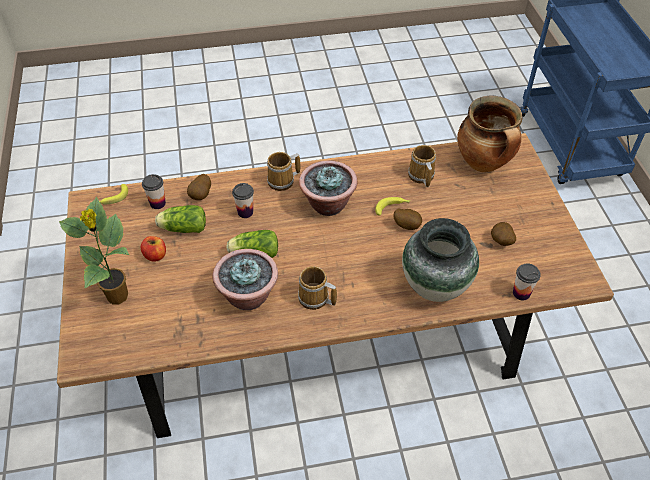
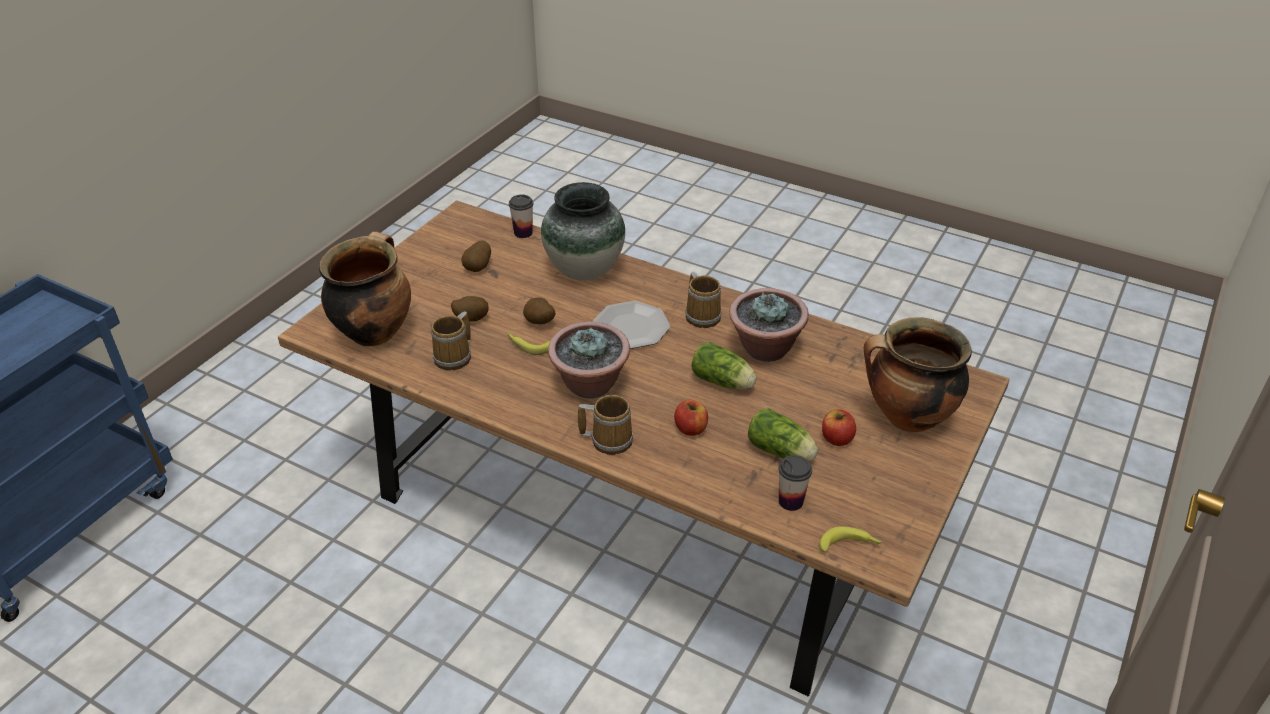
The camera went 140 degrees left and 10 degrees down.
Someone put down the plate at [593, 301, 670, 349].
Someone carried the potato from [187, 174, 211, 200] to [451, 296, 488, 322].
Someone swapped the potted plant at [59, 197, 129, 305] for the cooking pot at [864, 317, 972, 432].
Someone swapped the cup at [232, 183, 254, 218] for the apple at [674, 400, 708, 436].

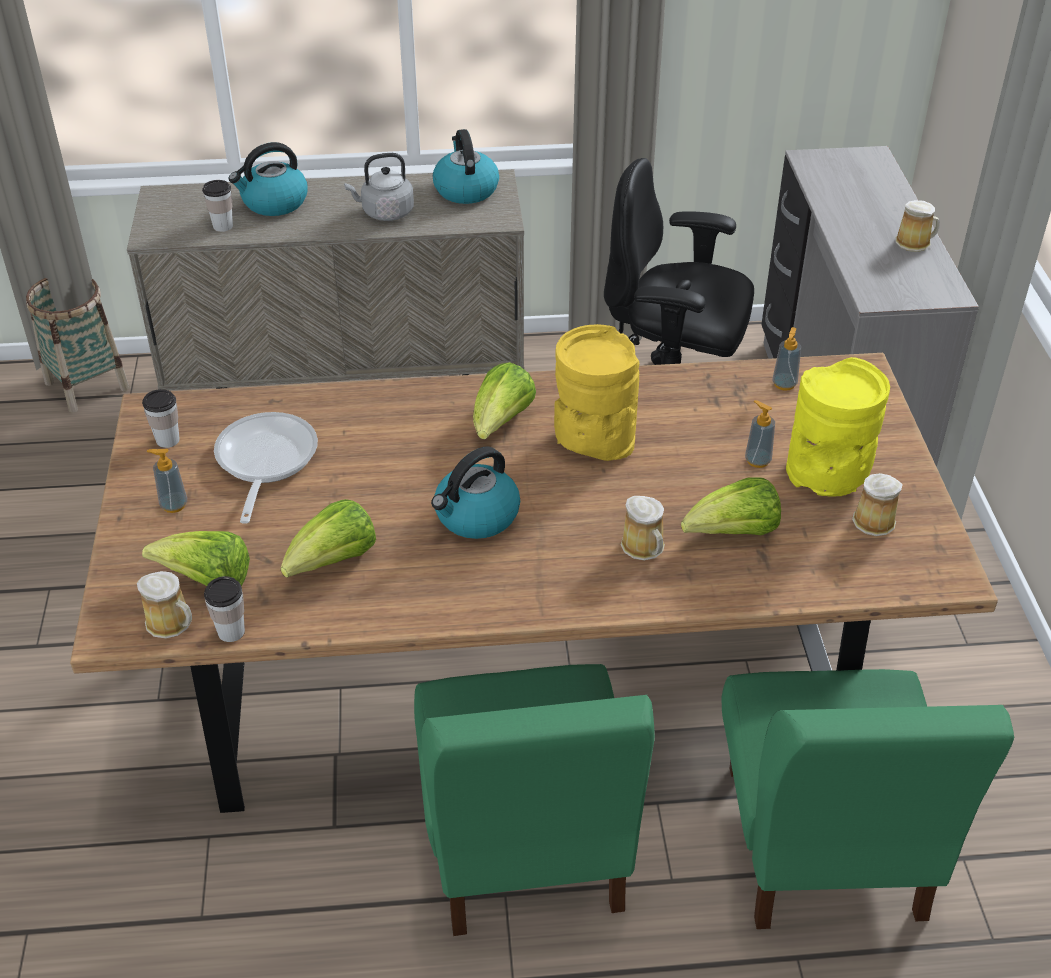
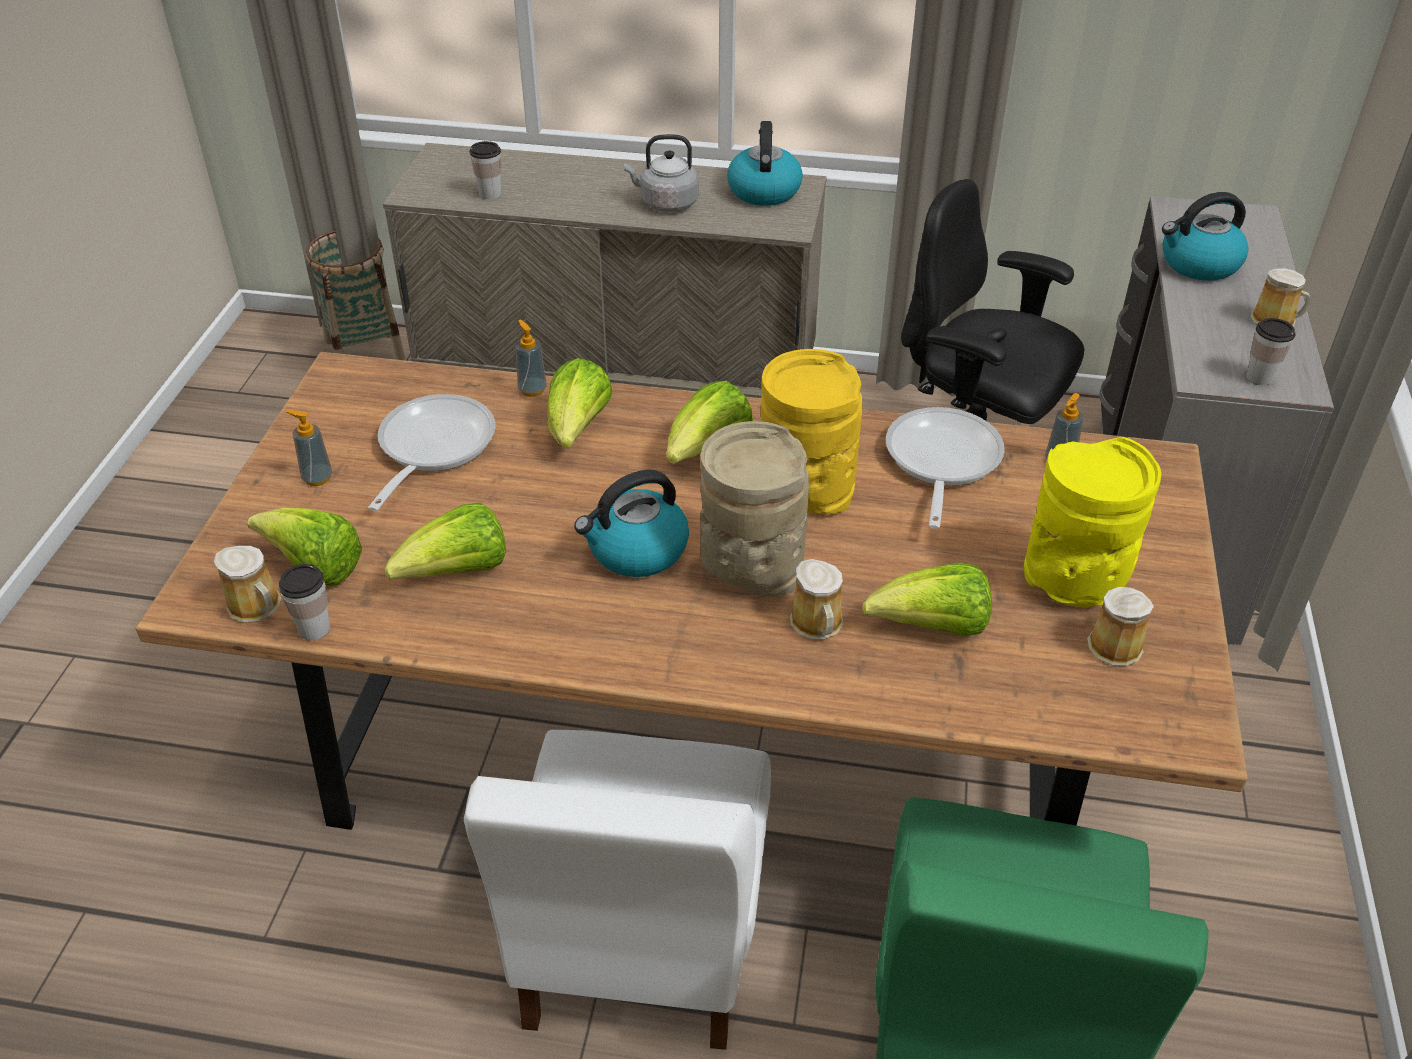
The camera went 15 degrees right and 0 degrees up.
Someone put down the lettuce at [547, 358, 612, 448].
Someone put down the beige vase at [700, 421, 809, 596].
Someone put down the frying pan at [886, 407, 1005, 529].
Someone carried the cup from [142, 389, 180, 448] to [1246, 318, 1296, 385].
Someone carried the kettle from [229, 142, 308, 216] to [1162, 192, 1248, 281].
Someone carried the soap dispenser from [745, 400, 775, 468] to [516, 320, 547, 397].
Someone repainted the green chair at [414, 664, 655, 936], which became the white chair at [464, 730, 771, 1050].

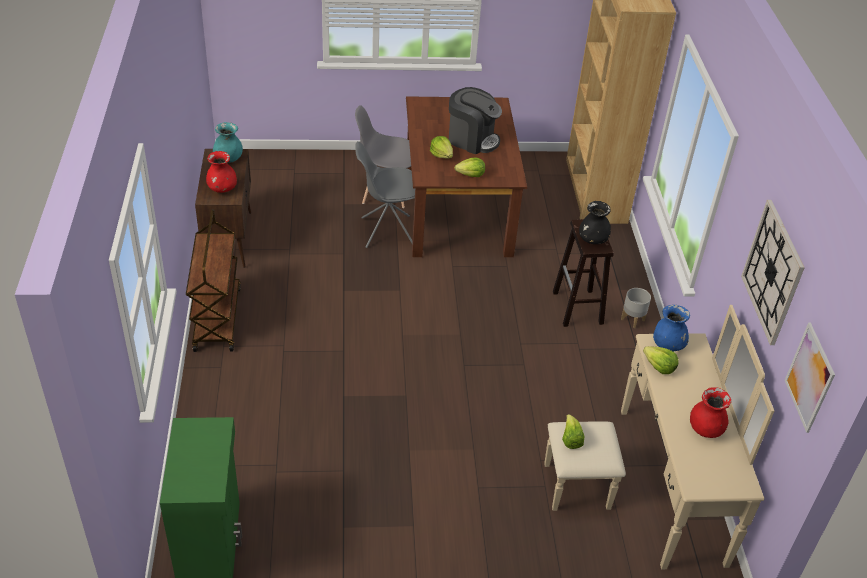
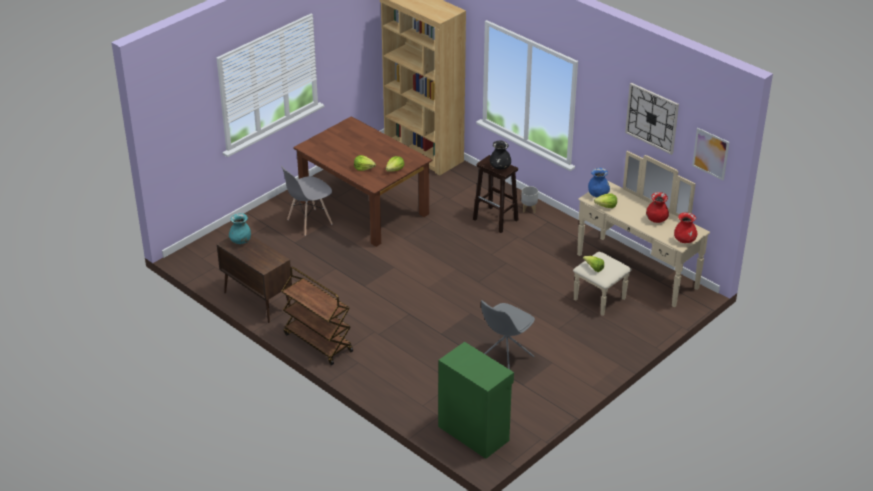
The camera went 40 degrees left and 5 degrees down.
Someone took away the coffee machine at [449, 87, 502, 154].
Someone carried the red vase from [206, 151, 237, 193] to [674, 212, 697, 243].
Someone carried the grey chair from [355, 141, 415, 248] to [481, 300, 535, 369].

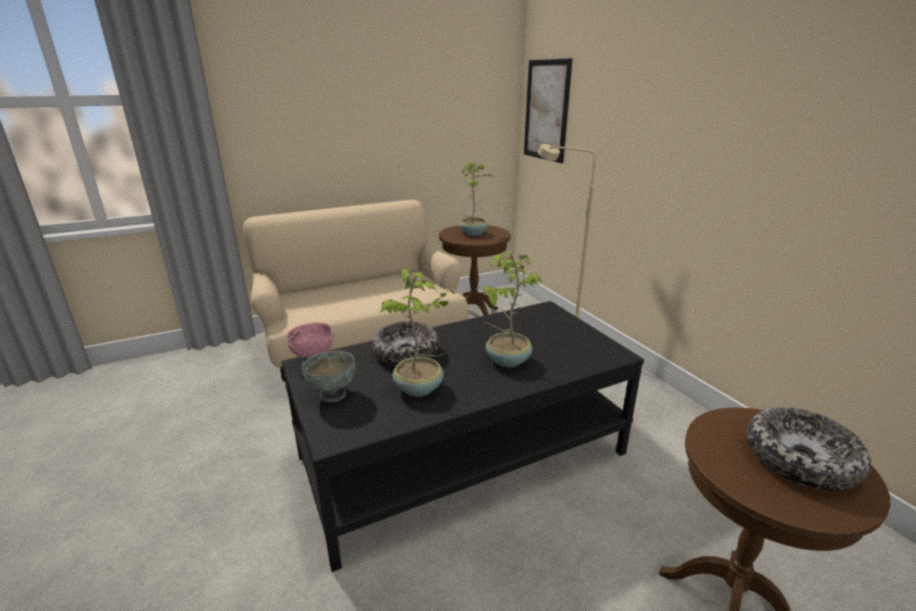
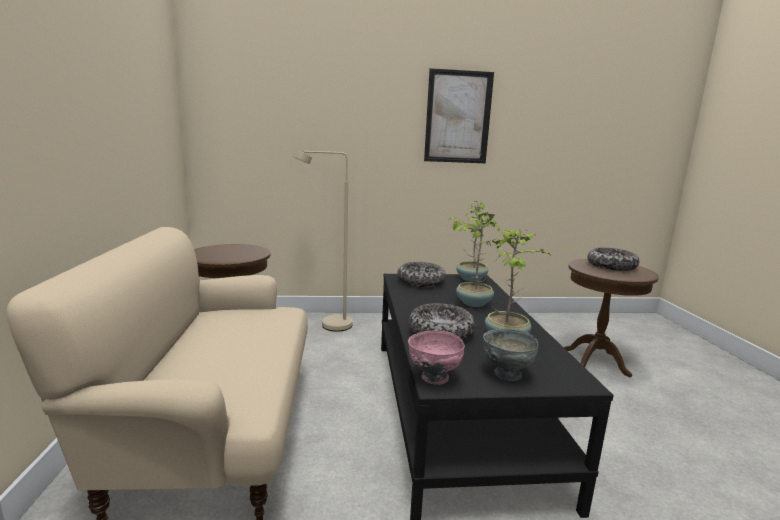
The camera went 70 degrees left and 10 degrees down.
Someone put down the bowl at [397, 262, 446, 287].
Someone carried the potted plant from [460, 161, 494, 236] to [449, 201, 497, 282].
Someone carried the picture from [524, 58, 573, 163] to [424, 68, 494, 163].

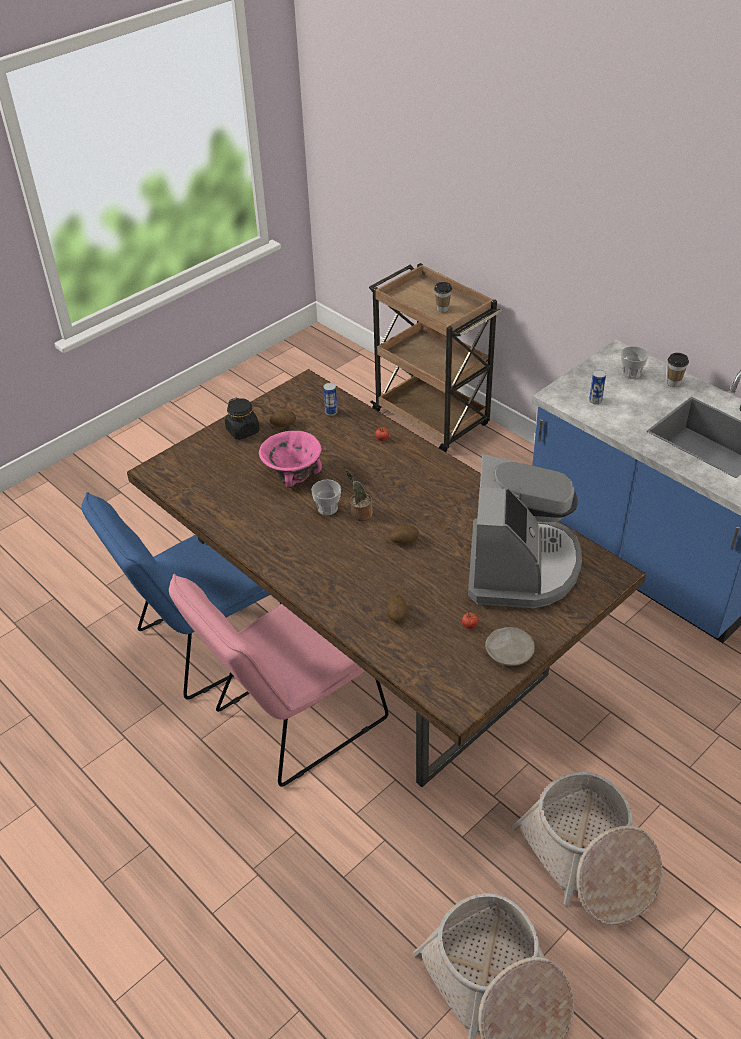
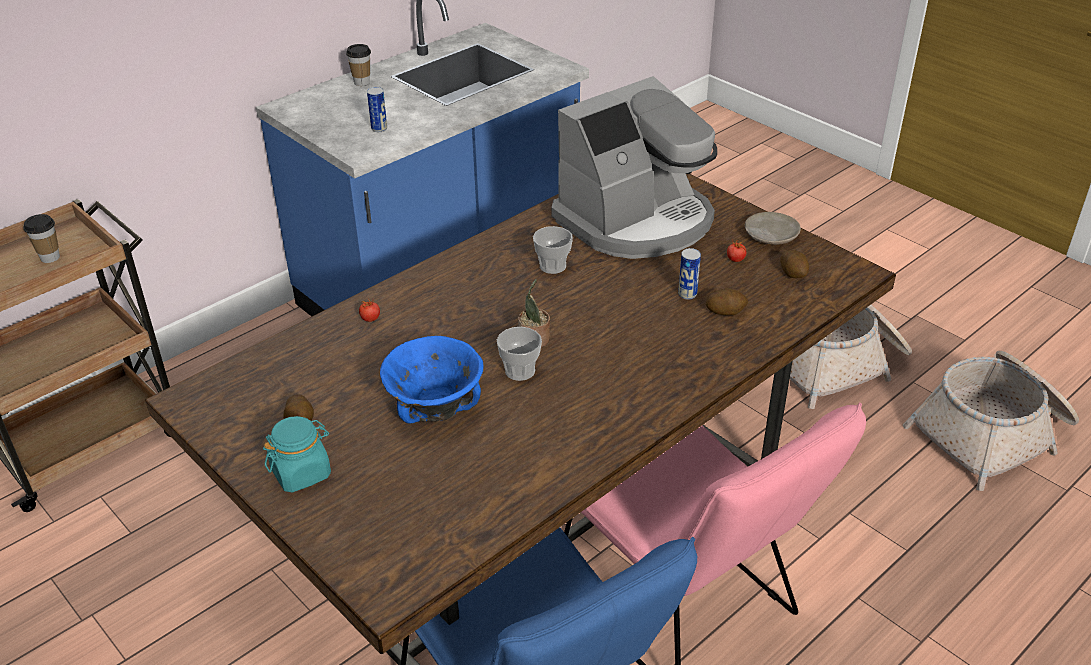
The camera went 90 degrees left and 5 degrees down.
Someone carried the can from [323, 383, 338, 416] to [678, 248, 701, 300].
Someone carried the potato from [389, 525, 419, 544] to [780, 249, 809, 278].
Someone carried the cup from [621, 346, 649, 379] to [533, 226, 573, 274].
Someone repainted the black jar at [225, 398, 260, 440], which became the turquoise jar at [263, 416, 331, 493].
Someone repainted the pink bowl at [259, 431, 322, 488], which became the blue bowl at [380, 336, 483, 424].
Someone rotated the coffee machine at [468, 454, 582, 608] by 135 degrees clockwise.

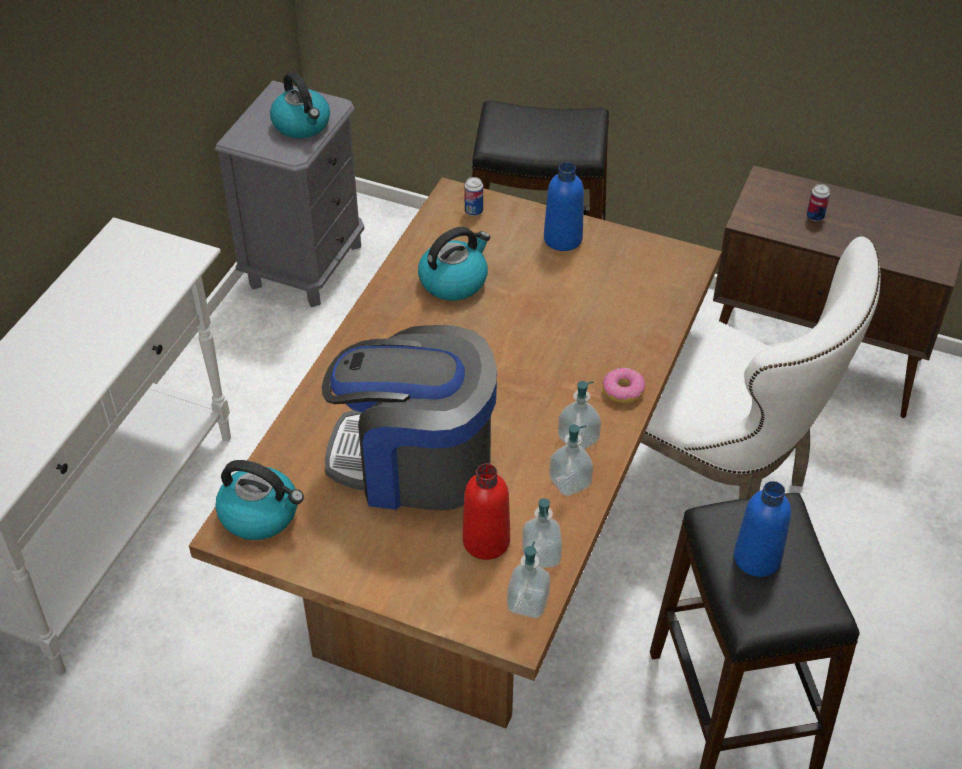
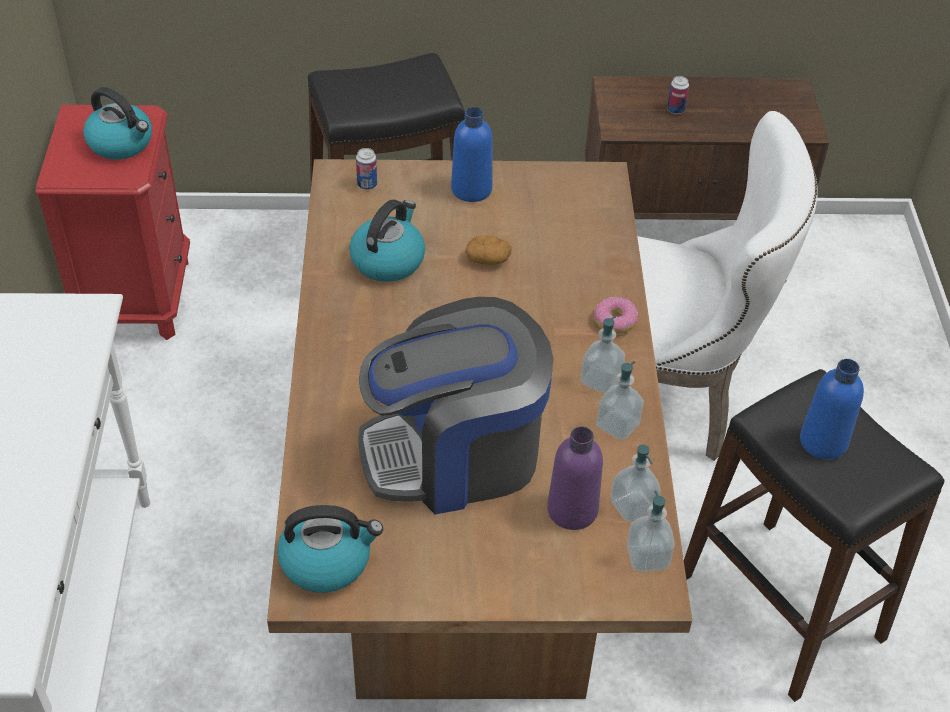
The camera went 25 degrees left and 0 degrees up.
Someone put down the potato at [465, 235, 512, 265].
Someone repainted the grey nightstand at [215, 81, 364, 307], which became the red nightstand at [36, 105, 190, 340].
Someone repainted the red bottle at [463, 464, 510, 560], which became the purple bottle at [547, 426, 603, 530].

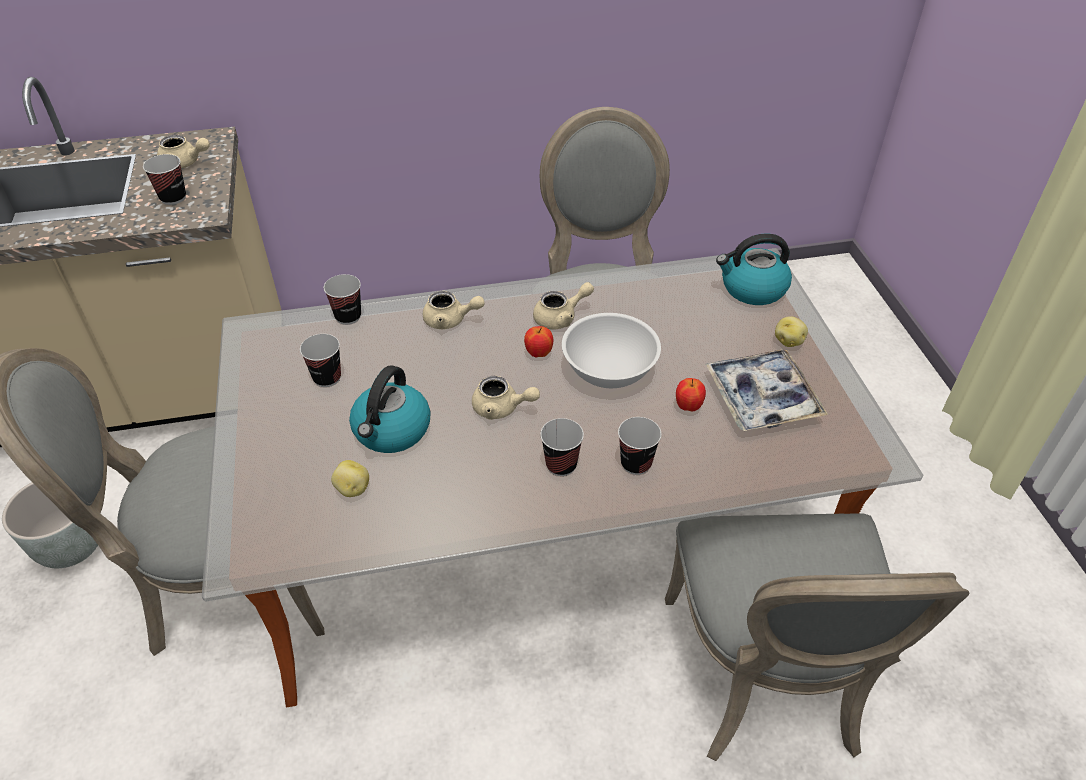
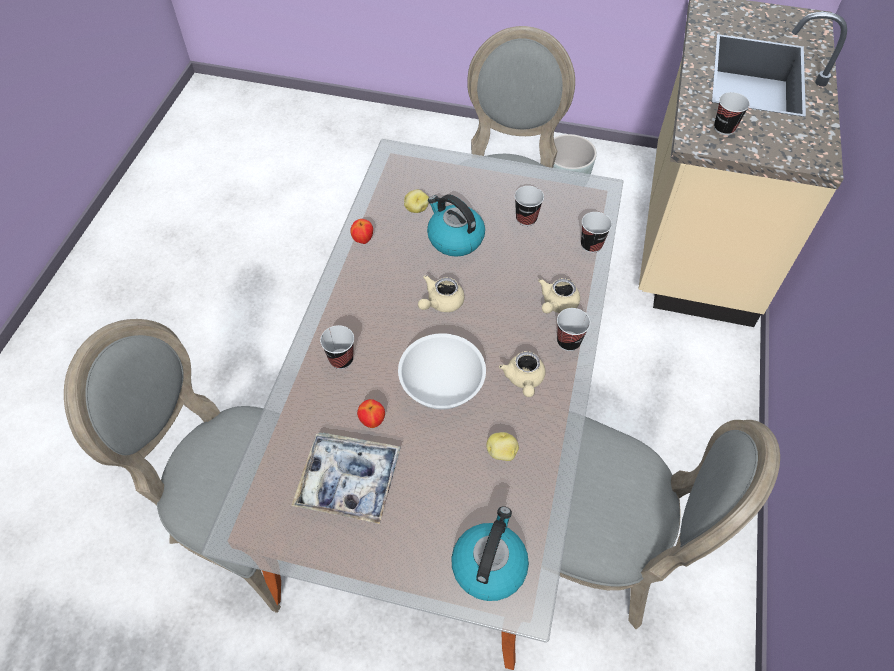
The camera went 115 degrees right and 10 degrees up.
Someone took away the beige teapot at [157, 135, 210, 169].
Someone carried the apple from [524, 326, 553, 357] to [350, 219, 373, 244].
Someone carried the cup from [540, 418, 584, 476] to [557, 308, 590, 351].
Someone carried the potato from [775, 316, 808, 347] to [486, 432, 519, 461].

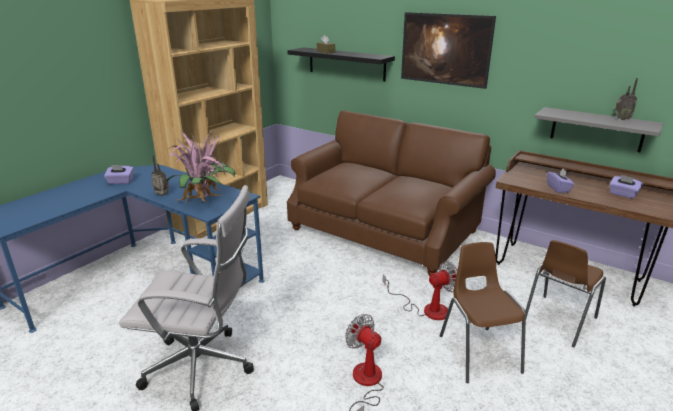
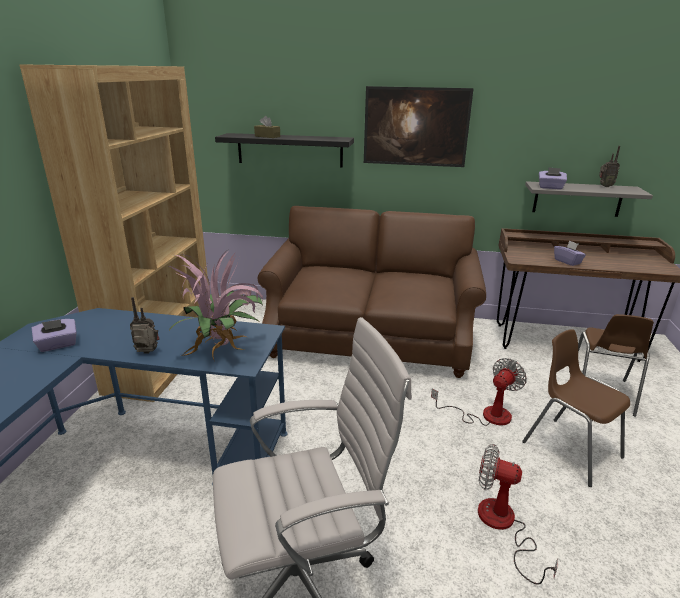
The camera went 25 degrees left and 0 degrees up.
Someone carried the purple tissue box from [609, 175, 643, 199] to [539, 167, 567, 189].

